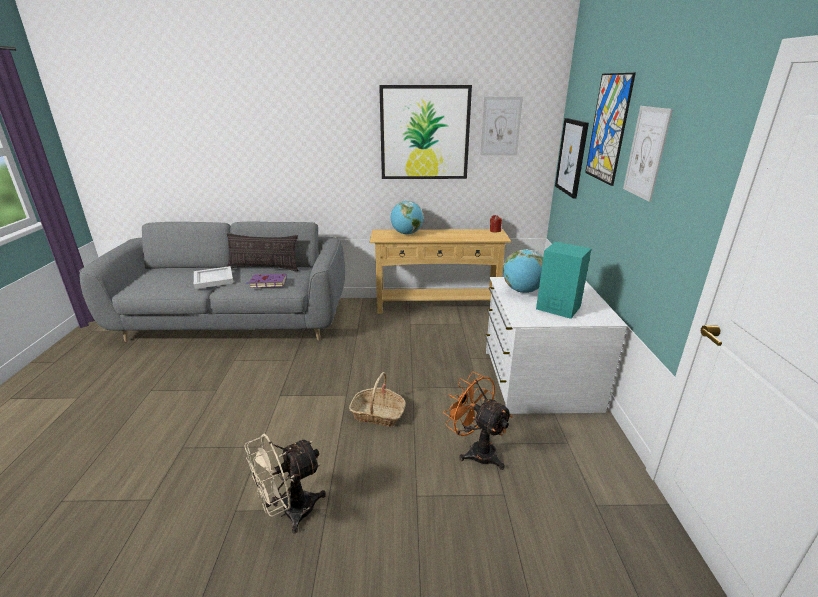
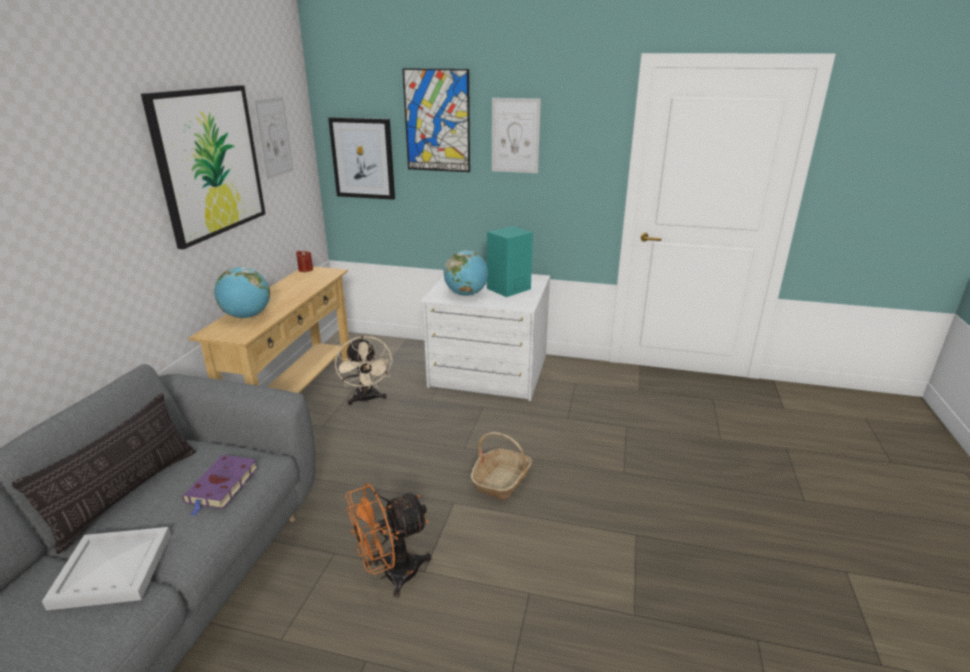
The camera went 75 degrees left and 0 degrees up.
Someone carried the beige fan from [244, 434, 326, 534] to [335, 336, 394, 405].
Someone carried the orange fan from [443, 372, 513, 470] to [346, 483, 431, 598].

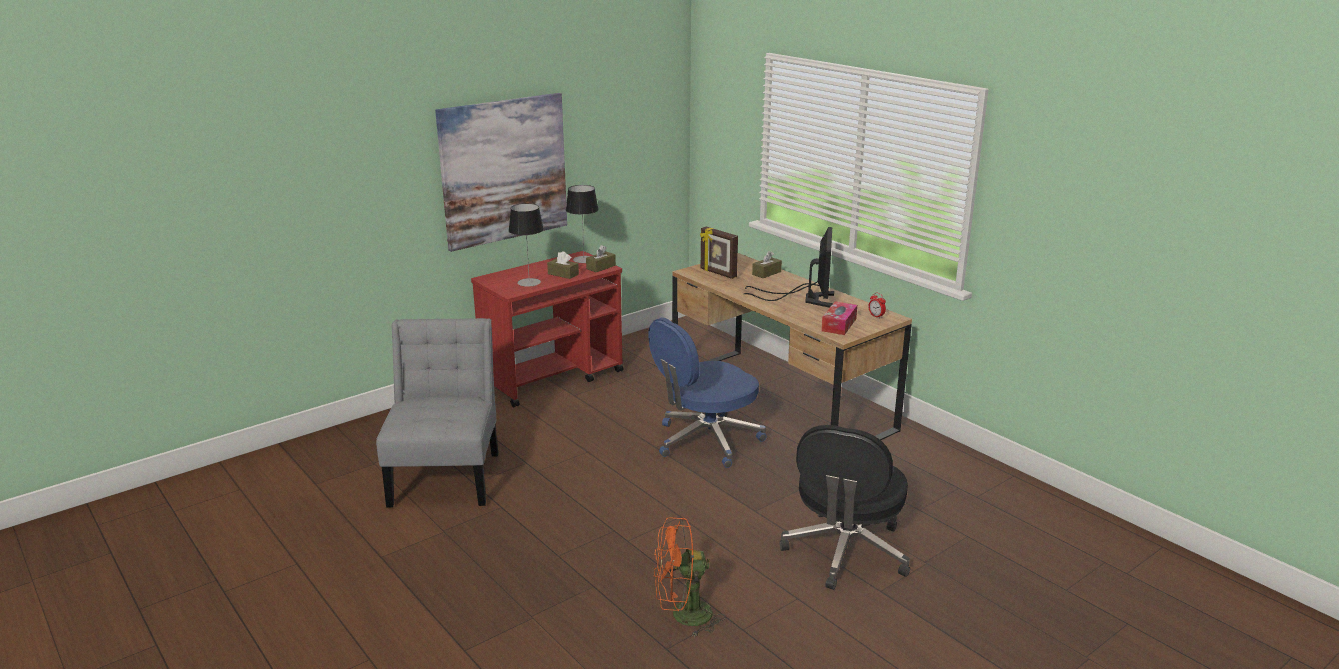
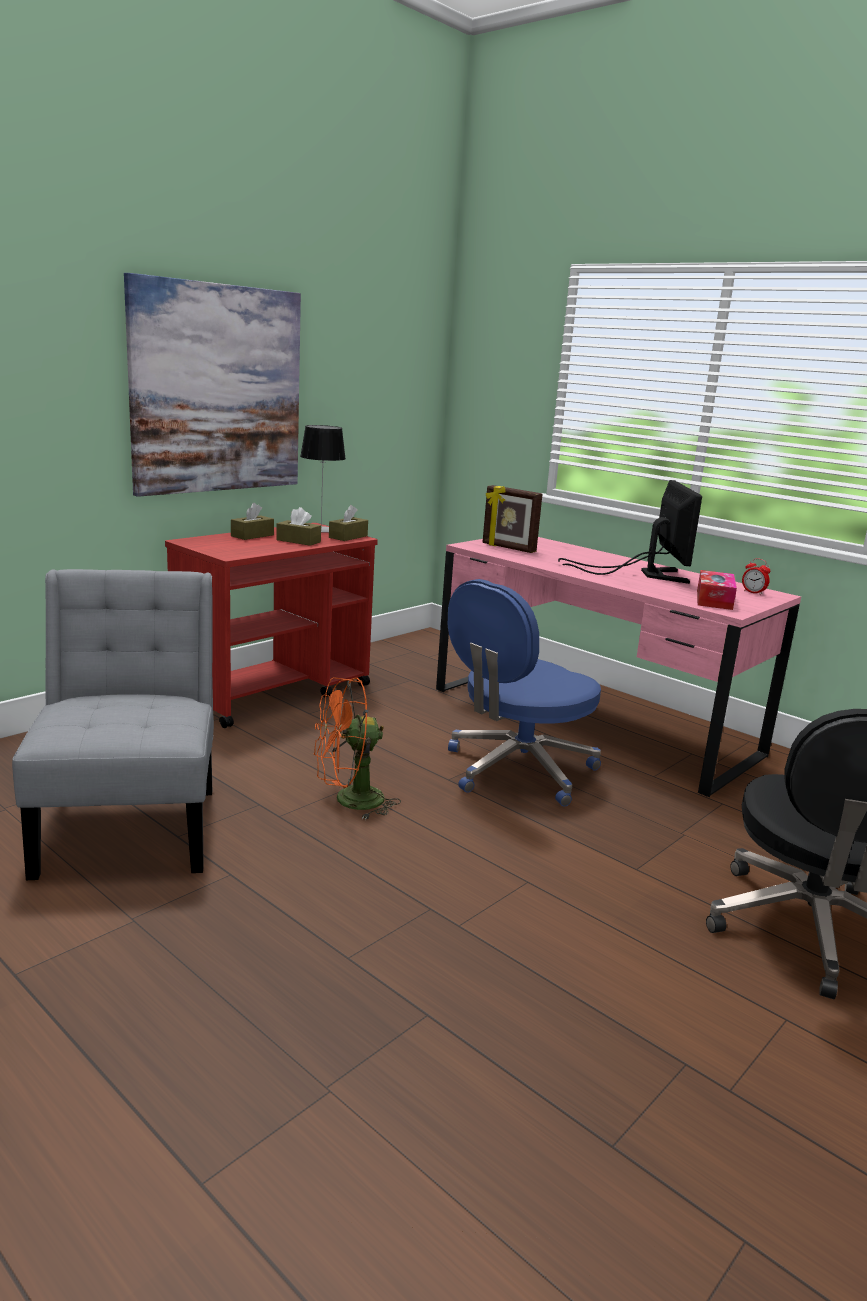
The camera went 10 degrees left and 5 degrees down.
Someone took away the table lamp at [509, 203, 544, 287].
Someone carried the orange fan from [654, 518, 726, 637] to [314, 677, 401, 820].
Someone carried the brown tissue box from [752, 251, 782, 278] to [231, 503, 274, 540].
Someone repainted the brown desk at [672, 253, 912, 440], which became the pink desk at [436, 537, 801, 797].

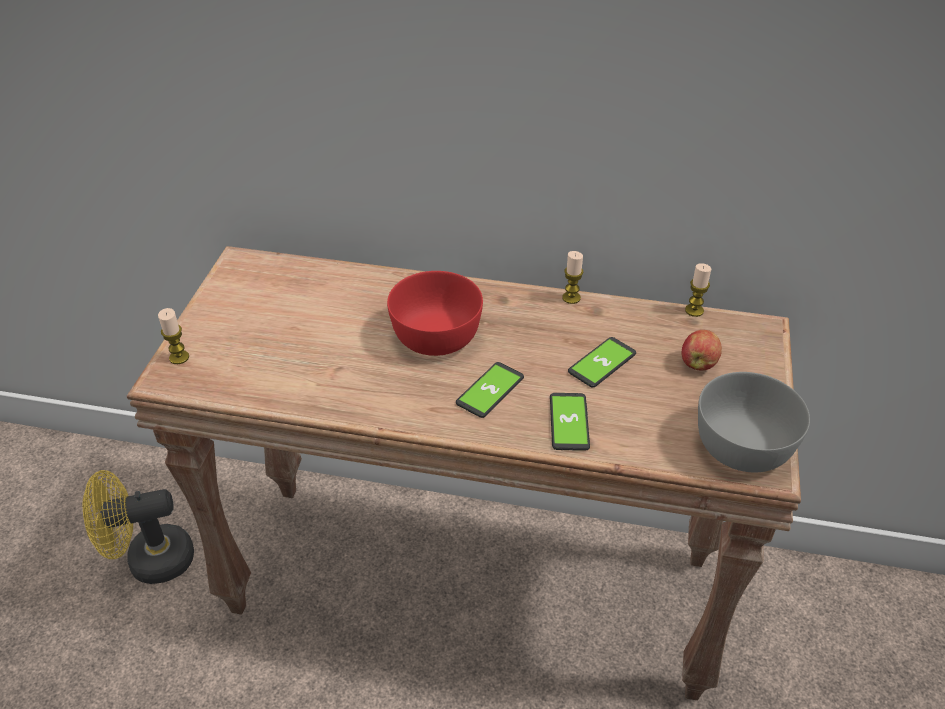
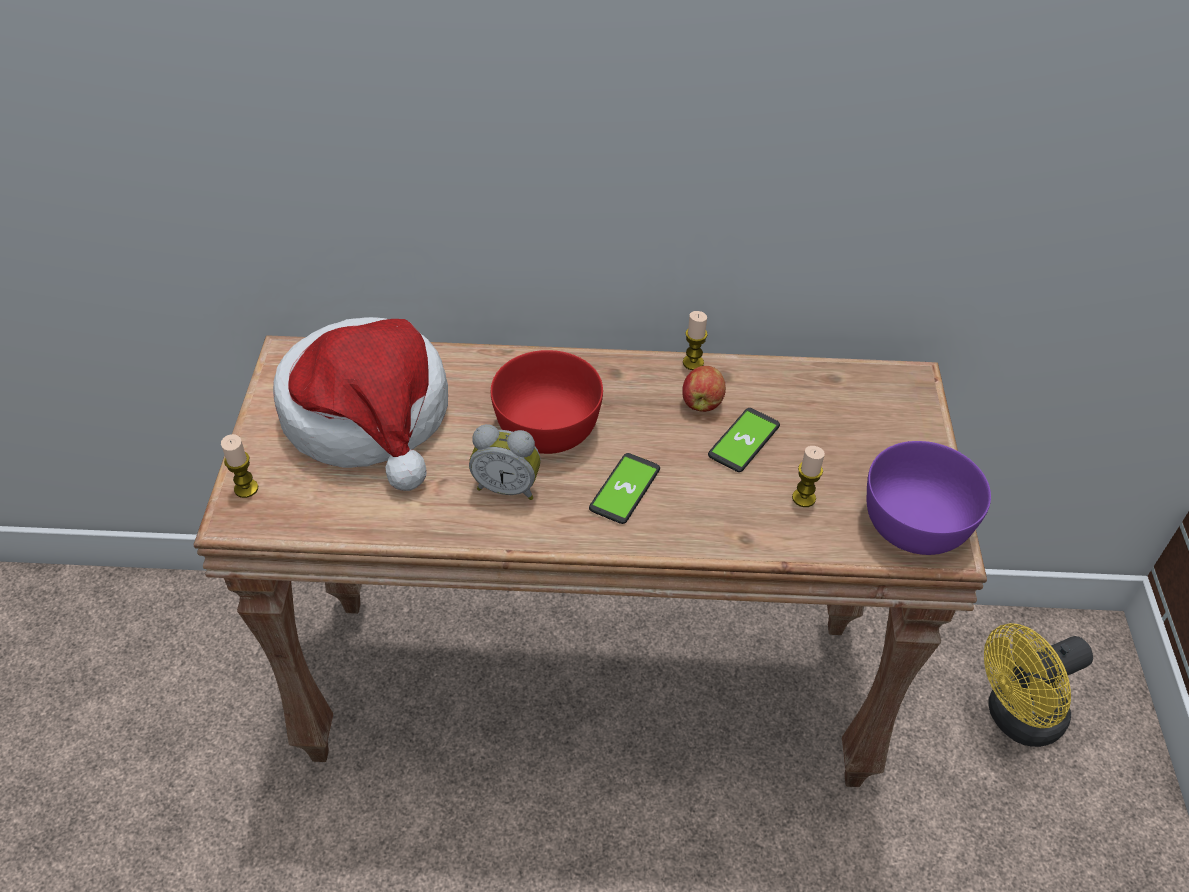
The camera went 10 degrees left and 5 degrees up.
Someone took away the phone at [550, 393, 590, 451].
Someone put down the hat at [273, 317, 448, 491].
Someone put down the alarm clock at [469, 424, 541, 500].
Someone carried the yellow fan from [83, 470, 194, 584] to [984, 623, 1093, 747].
Someone carried the apple from [682, 330, 722, 371] to [682, 366, 726, 412].
Someone carried the candle from [685, 263, 711, 317] to [792, 446, 825, 507].
Someone repainted the grey bowl at [698, 372, 810, 473], which became the purple bowl at [867, 441, 991, 555].

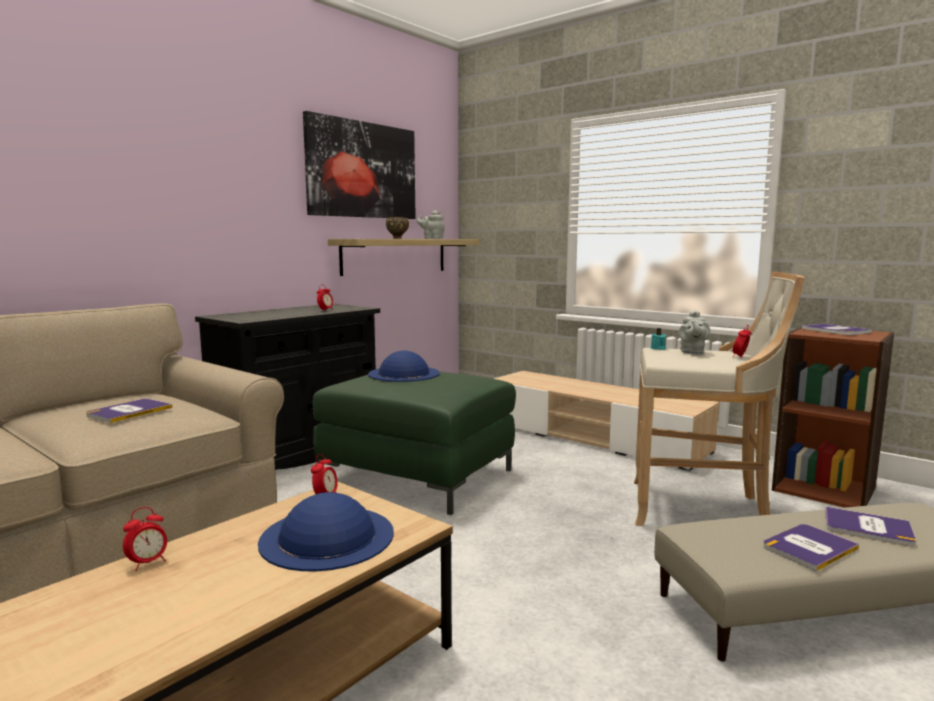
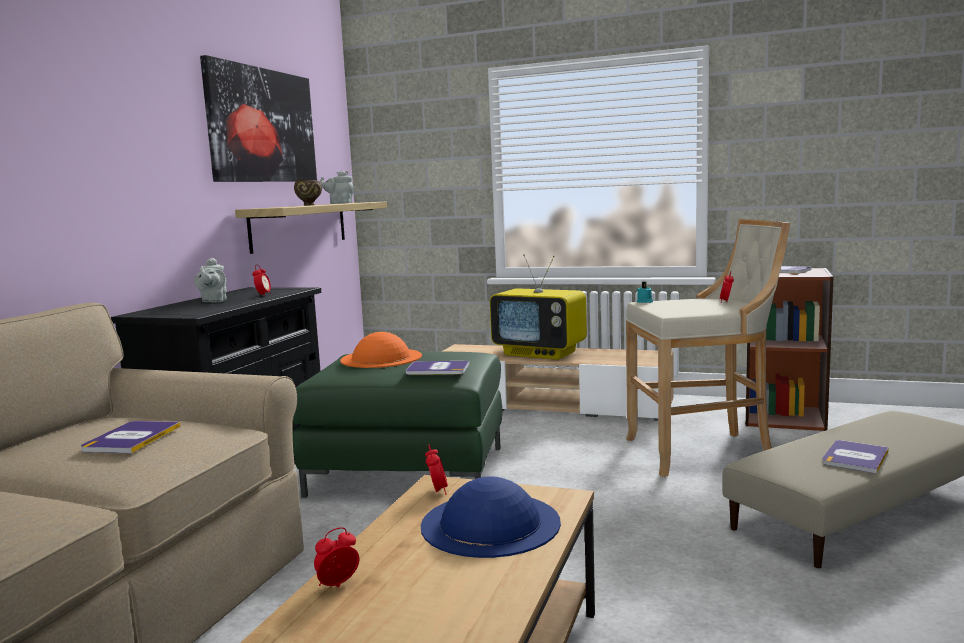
The camera went 20 degrees left and 0 degrees up.
Someone put down the television at [490, 254, 587, 360].
Someone carried the grey teapot from [678, 310, 710, 355] to [194, 258, 227, 302].
Someone carried the book from [825, 507, 916, 546] to [406, 361, 469, 375].
Someone repainted the blue hat at [368, 350, 440, 382], which became the orange hat at [340, 332, 422, 368].
Someone rotated the alarm clock at [123, 507, 167, 571] by 150 degrees counterclockwise.

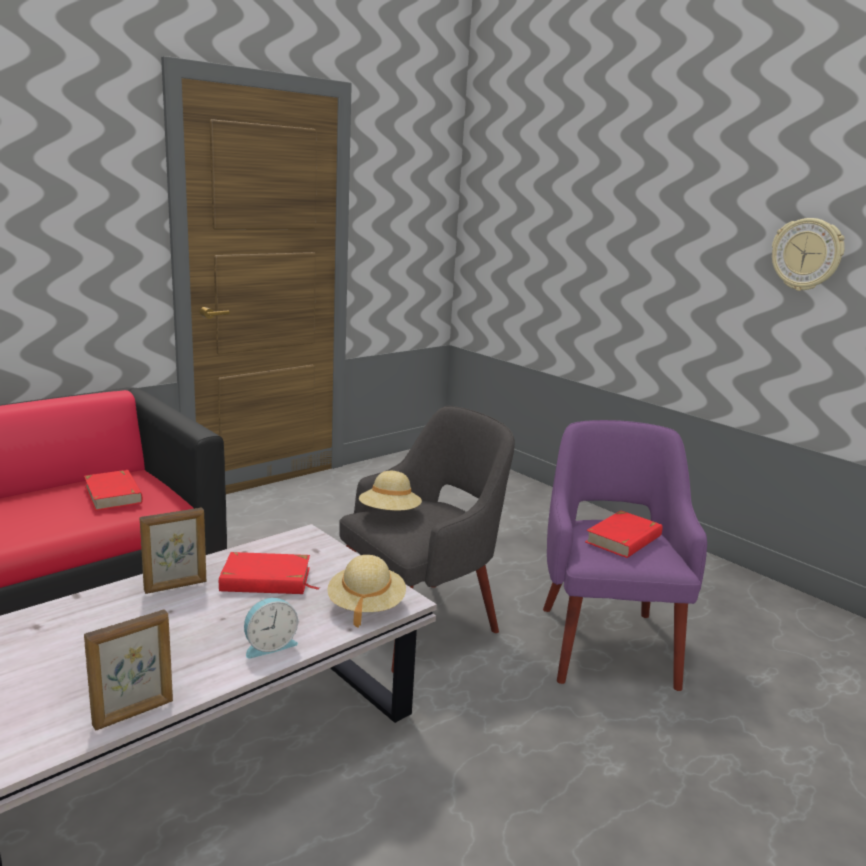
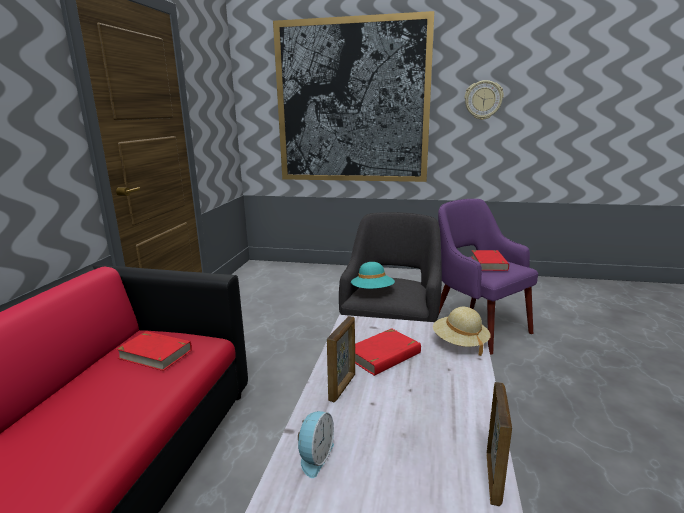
The camera went 35 degrees left and 0 degrees up.
Someone put up the picture at [273, 11, 434, 182].
Someone carried the alarm clock from [244, 598, 298, 658] to [298, 411, 334, 478].
Someone repainted the beige hat at [359, 471, 422, 511], which became the turquoise hat at [351, 262, 395, 289].

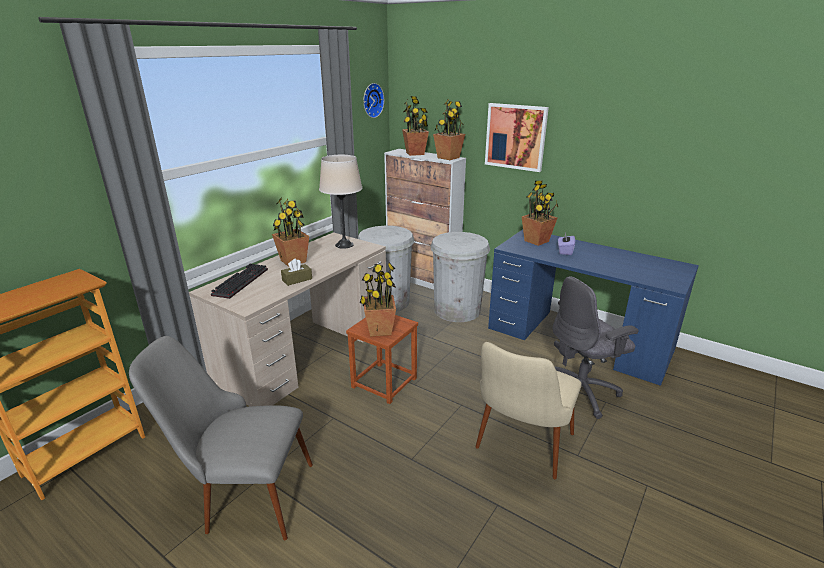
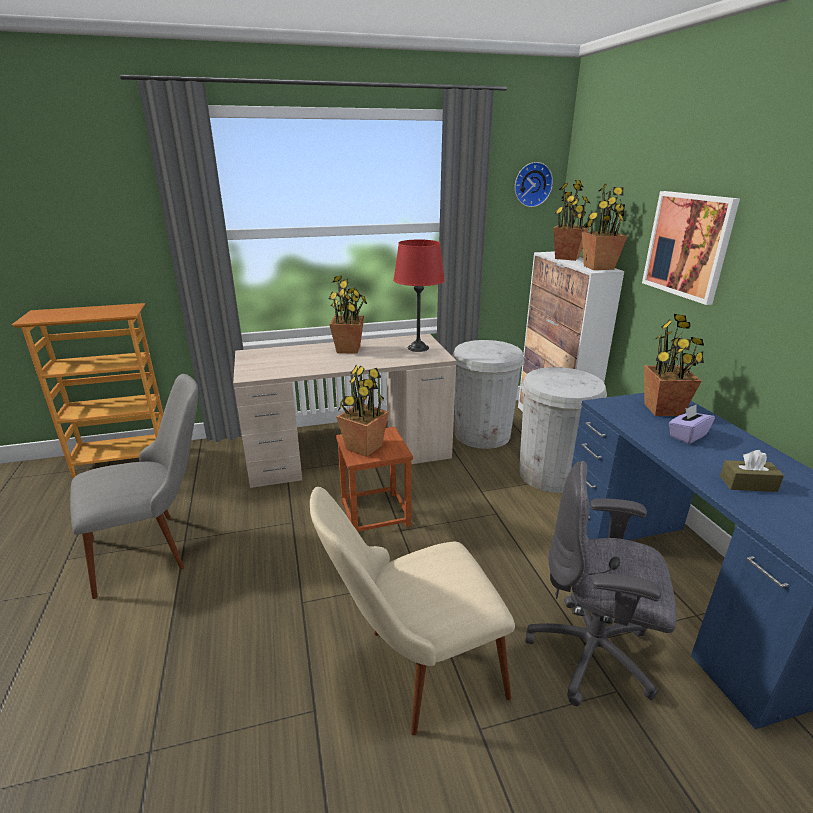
The camera went 40 degrees right and 0 degrees up.
Someone took away the keyboard at [211, 264, 268, 299].
Someone carried the brown tissue box from [281, 259, 312, 286] to [720, 450, 784, 492].
Someone repainted the beige table lamp at [319, 155, 362, 249], which became the red table lamp at [393, 239, 445, 352].
Someone rotated the grey chair at [129, 336, 313, 540] by 105 degrees clockwise.

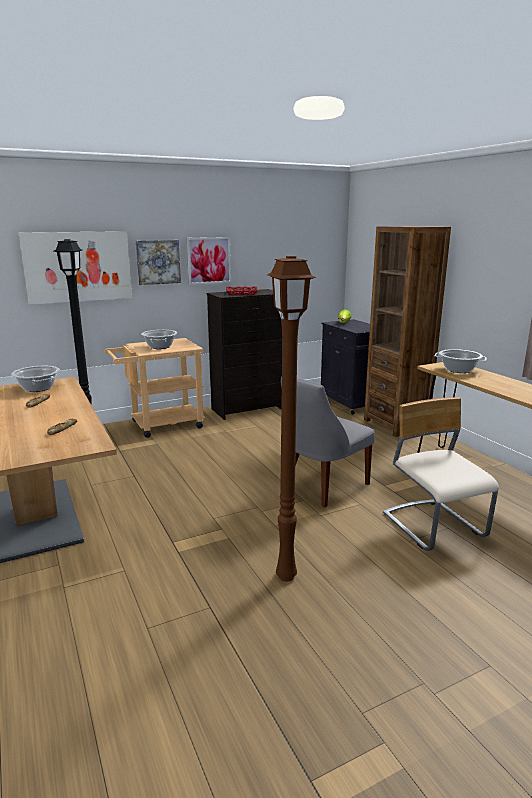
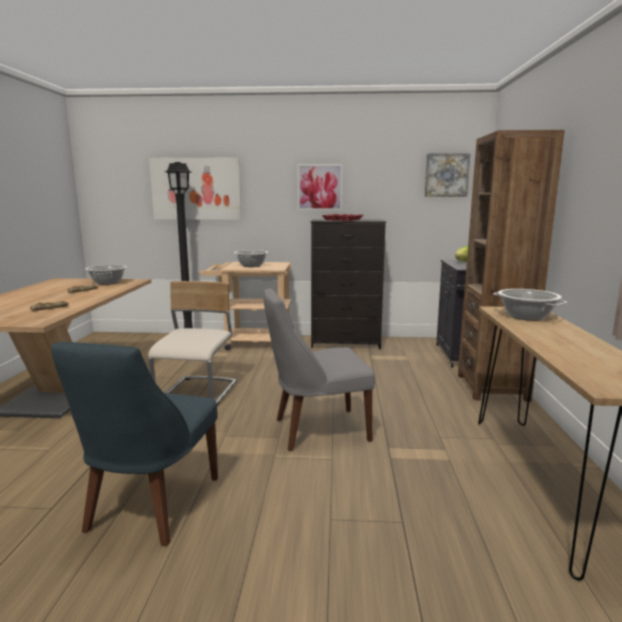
The camera went 30 degrees right and 5 degrees down.
Someone carried the picture from [135, 240, 181, 285] to [425, 153, 470, 197].
Someone carried the beige chair from [383, 397, 499, 551] to [148, 281, 237, 406].
Someone swapped the brown floor lamp at [267, 256, 316, 582] for the blue chair at [51, 342, 218, 547].

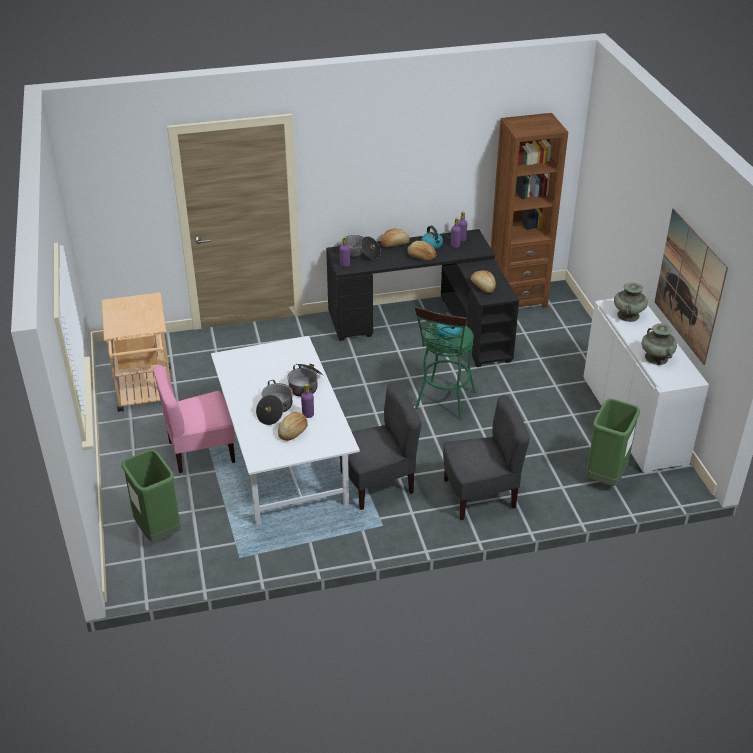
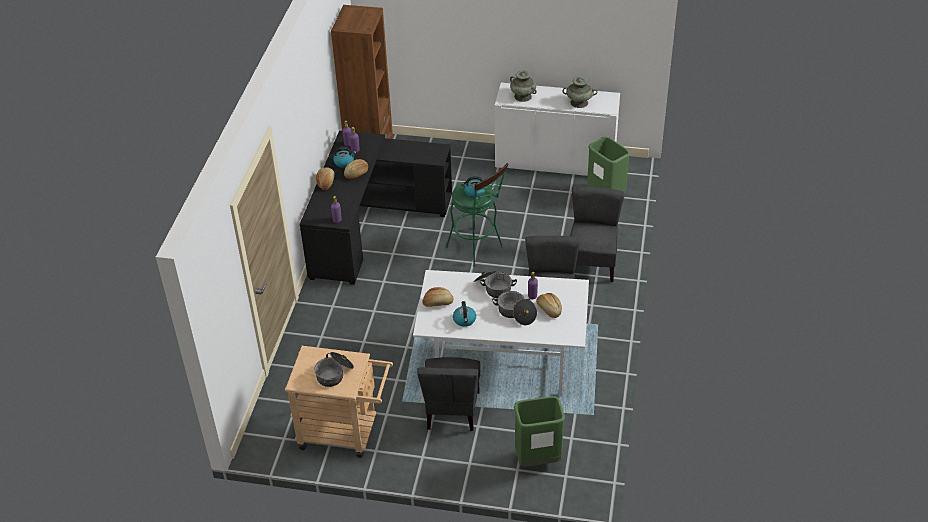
The camera went 65 degrees left and 5 degrees up.
Someone took away the picture at [655, 208, 728, 365].
Someone put down the kettle at [453, 301, 476, 327].
Someone carried the cooking pot from [337, 235, 381, 259] to [314, 352, 354, 387].
Someone carried the bread from [471, 270, 496, 293] to [422, 287, 453, 307].
Someone repainted the pink chair at [153, 365, 235, 473], which became the grey chair at [417, 357, 480, 431].

